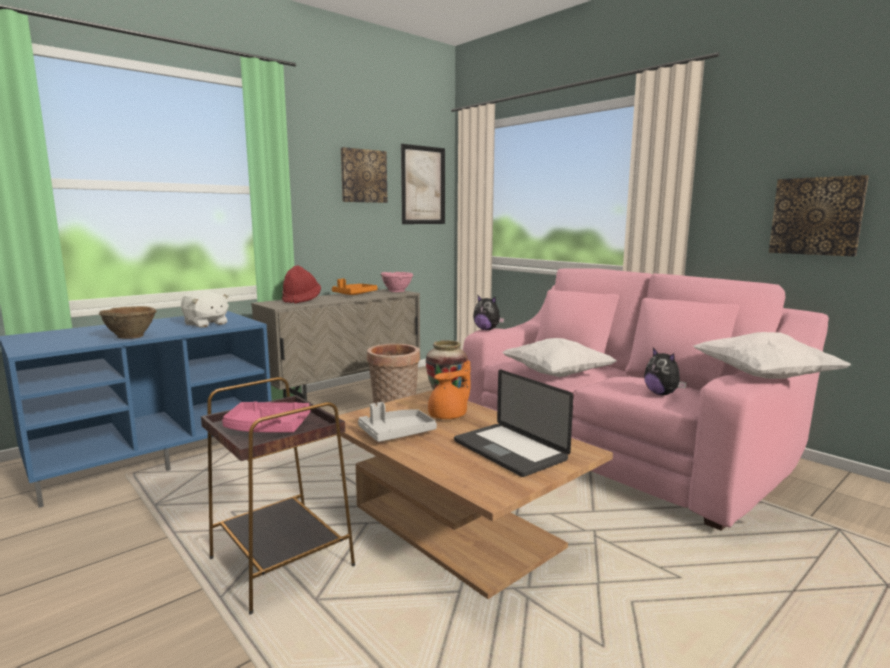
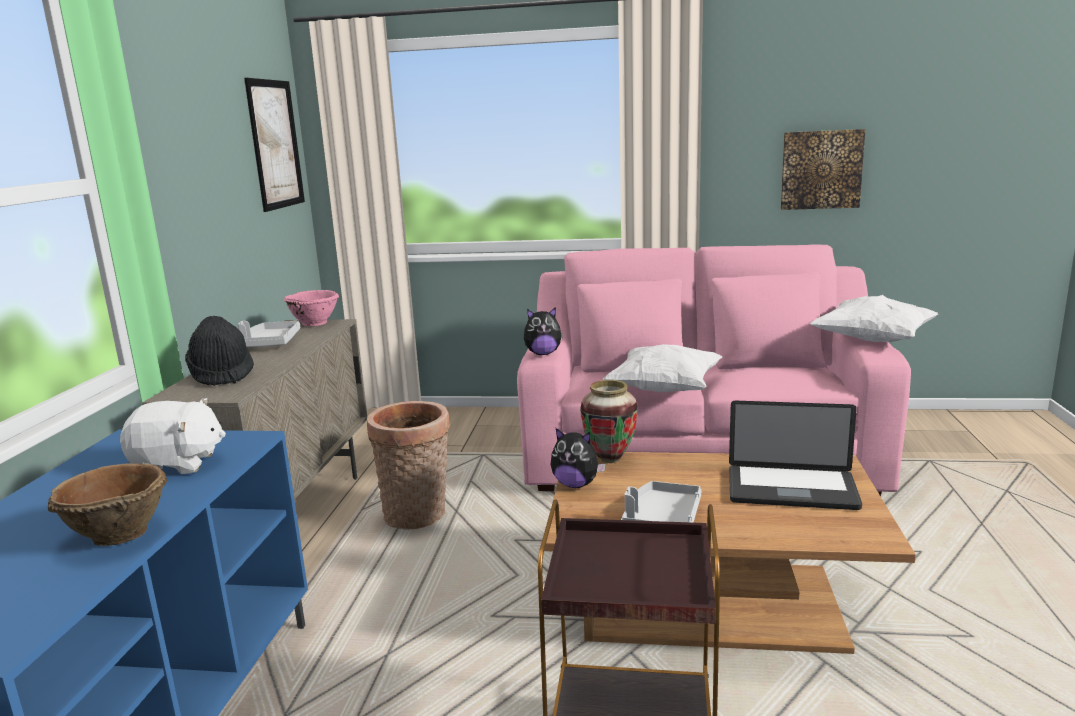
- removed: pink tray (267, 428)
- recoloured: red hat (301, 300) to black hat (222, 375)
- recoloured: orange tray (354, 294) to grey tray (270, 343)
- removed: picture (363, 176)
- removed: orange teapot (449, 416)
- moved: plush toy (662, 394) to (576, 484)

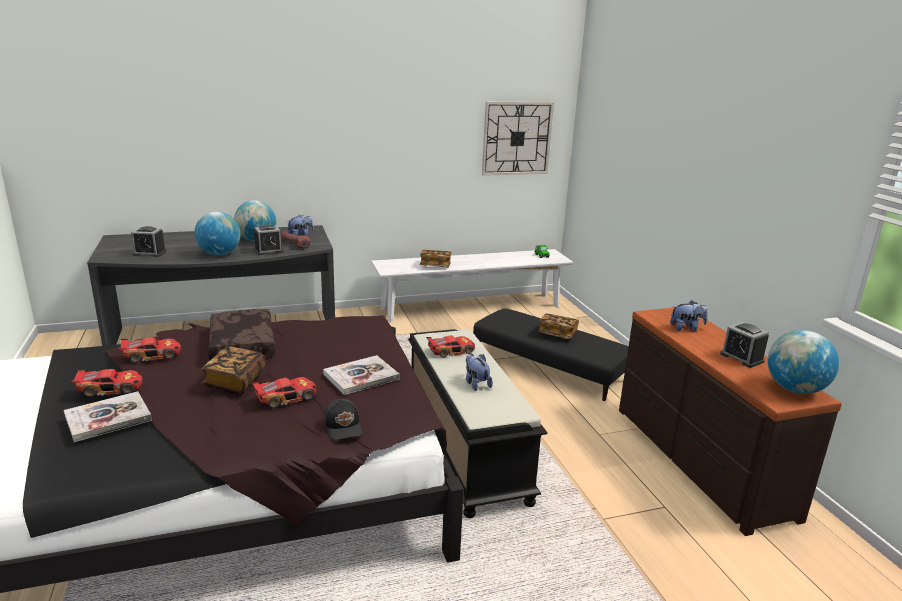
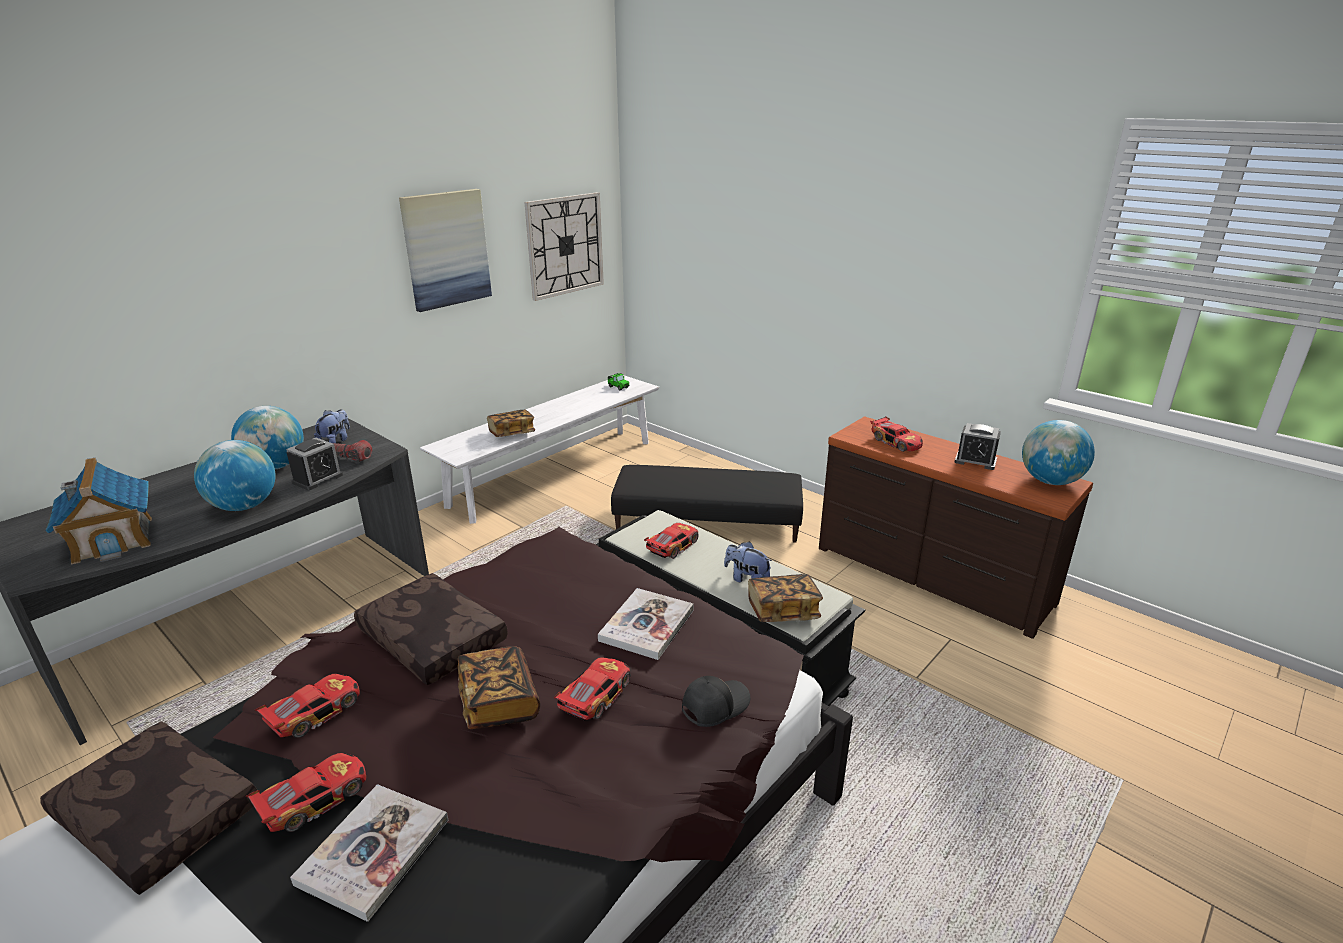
- replaced: alarm clock (149, 253) to toy house (114, 539)
- turned: black cap (344, 427) = (714, 705) 75 degrees counterclockwise
- moved: book (557, 334) to (783, 611)
- replaced: plush toy (686, 328) to toy car (896, 442)
- added: brown pillow (155, 818)
- added: picture (446, 249)

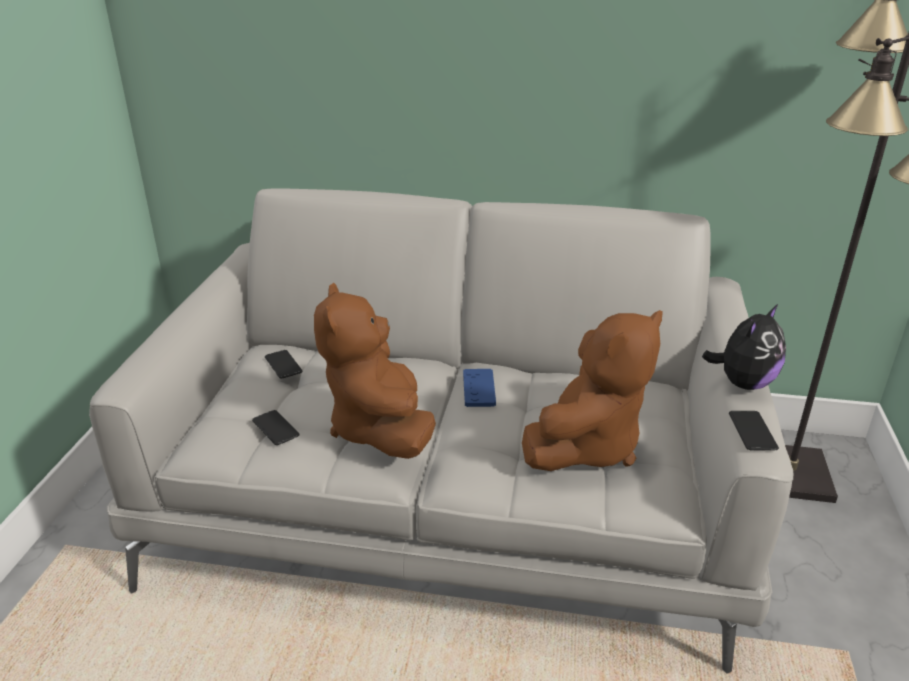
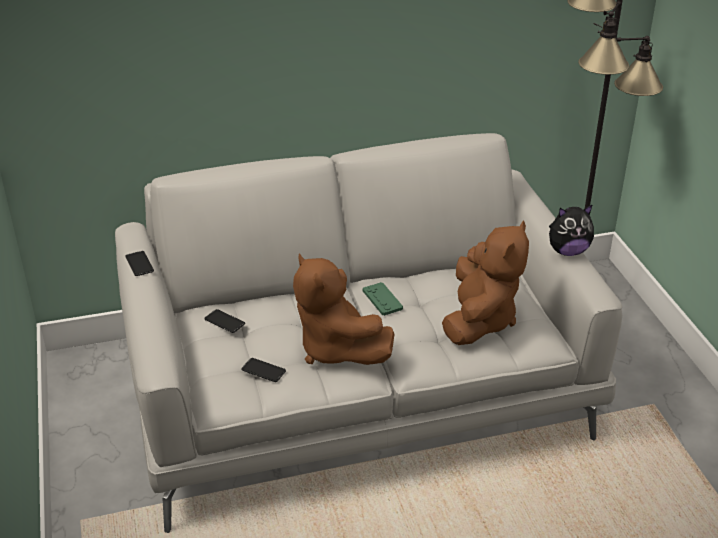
- recoloured: blue game controller (479, 389) to green game controller (382, 299)
- turned: plush toy (743, 383) = (567, 251) 60 degrees clockwise
- moved: phone (752, 431) to (139, 264)

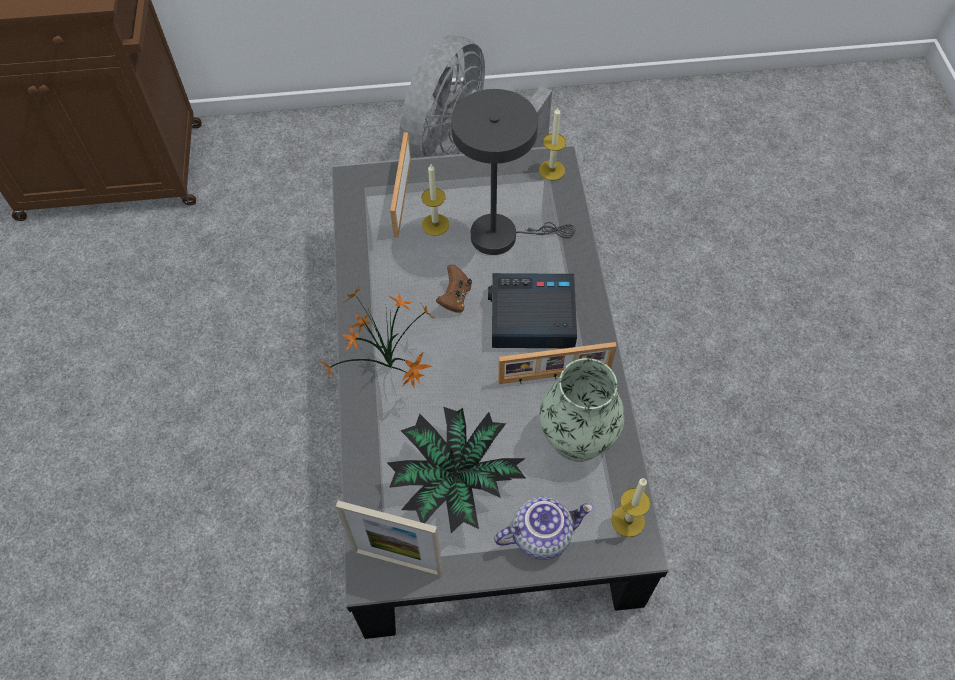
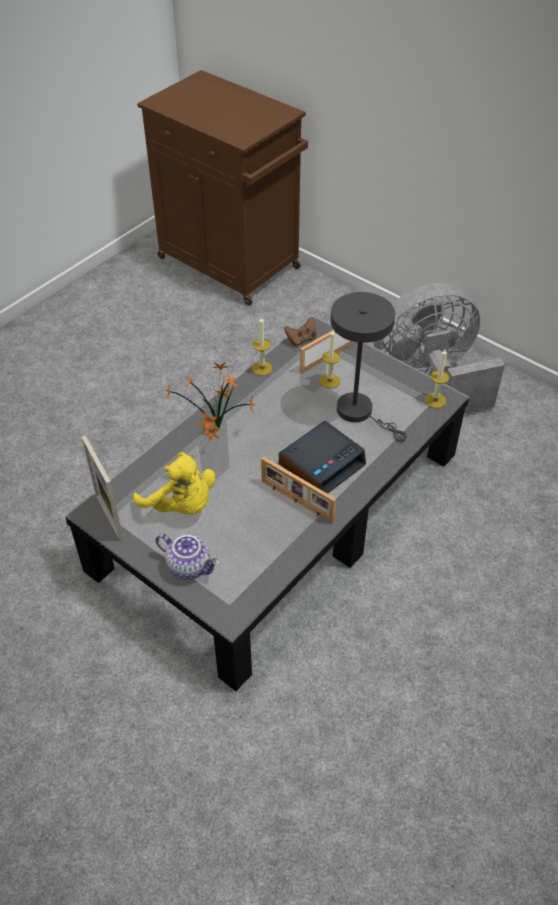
- replaced: potted plant (455, 480) to yellow plush toy (181, 506)
- moved: brown game controller (455, 298) to (301, 339)
- turned: alarm clock (531, 317) = (322, 464) 90 degrees clockwise
- removed: vase (577, 436)
- moved: candle (628, 521) to (262, 368)

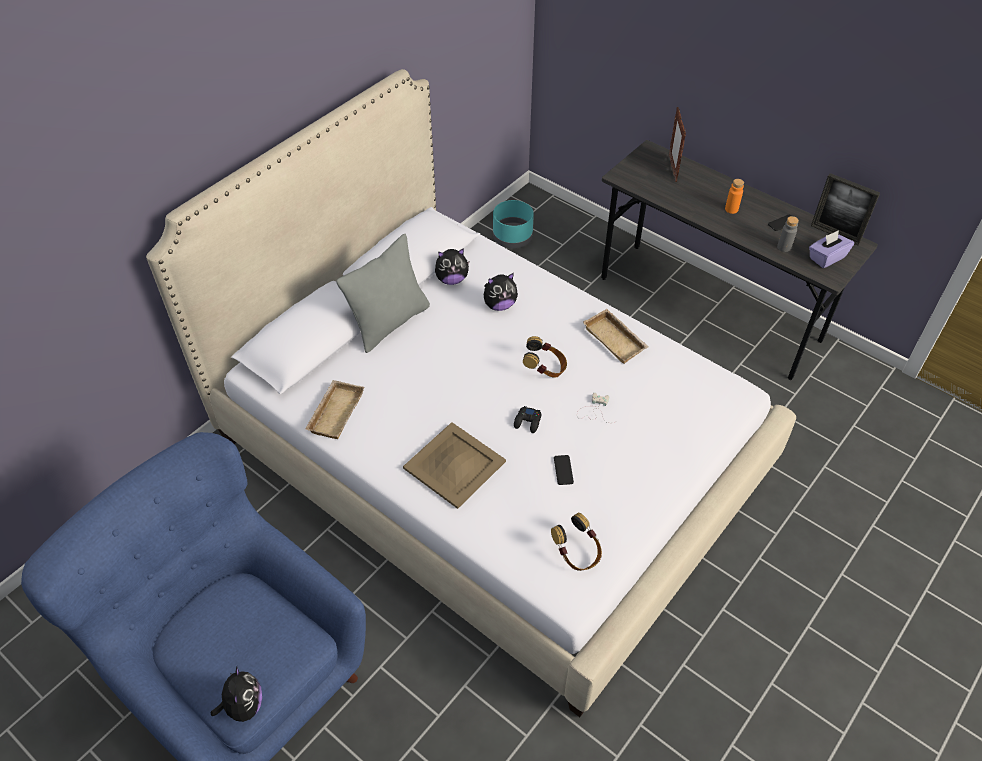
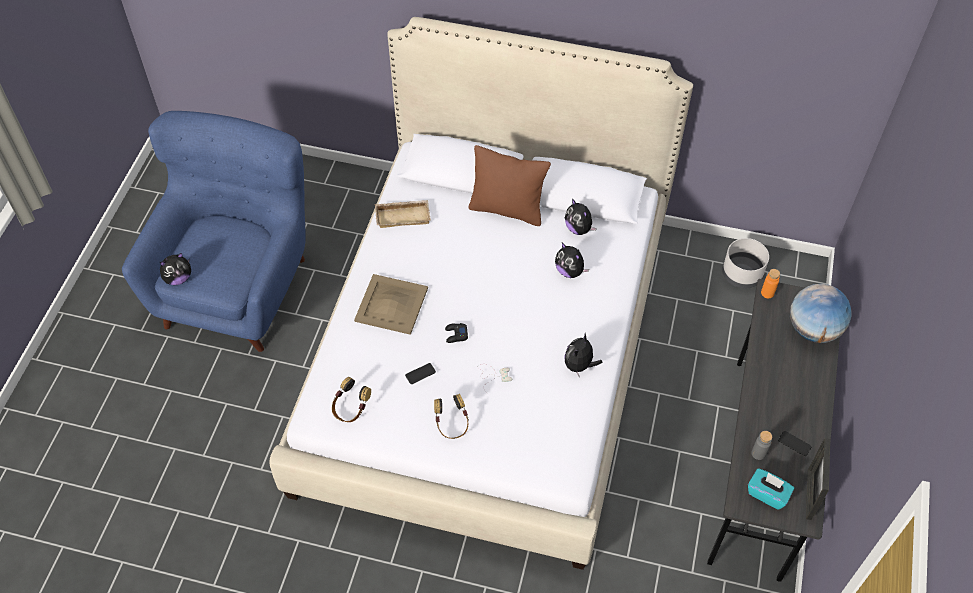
- recoloured: grey pillow (389, 323) to brown pillow (507, 209)
- recoloured: turquoise planter (512, 237) to grey planter (742, 274)
- moved: headphones (545, 369) to (452, 425)
- replaced: beige tray (616, 339) to plush toy (579, 365)
- replaced: picture frame (672, 168) to globe (813, 329)
- moved: orange bottle (731, 209) to (767, 293)
- recoloured: purple tissue box (826, 257) to turquoise tissue box (767, 494)

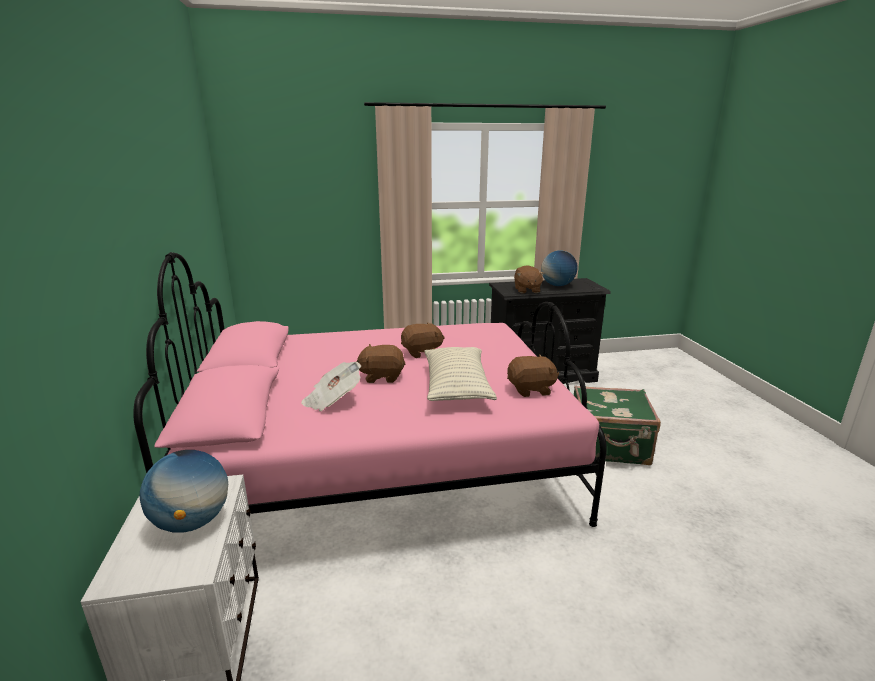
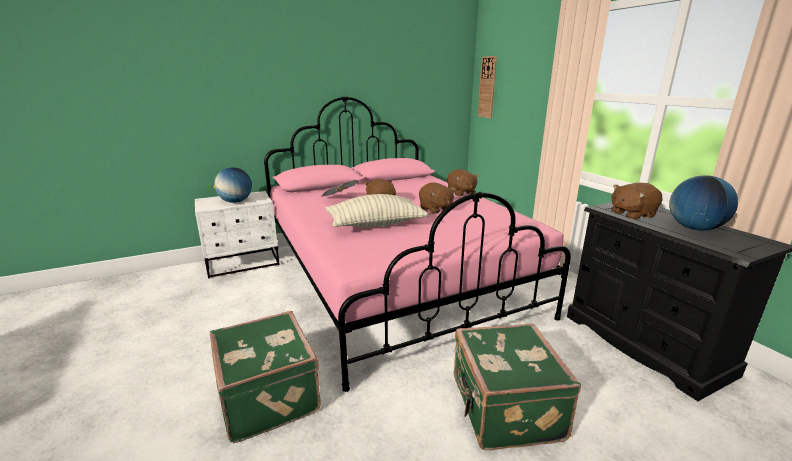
- moved: brown plush toy (531, 390) to (461, 193)
- added: green suitcase (270, 395)
- added: wall clock (487, 87)

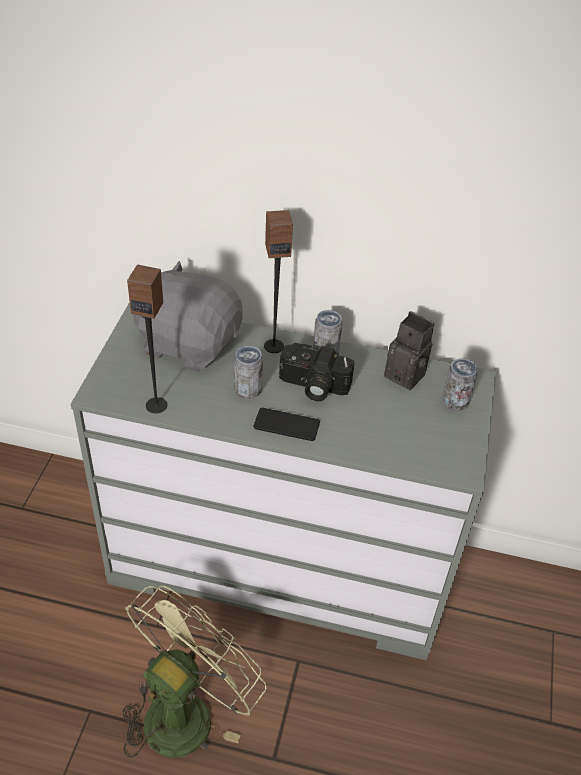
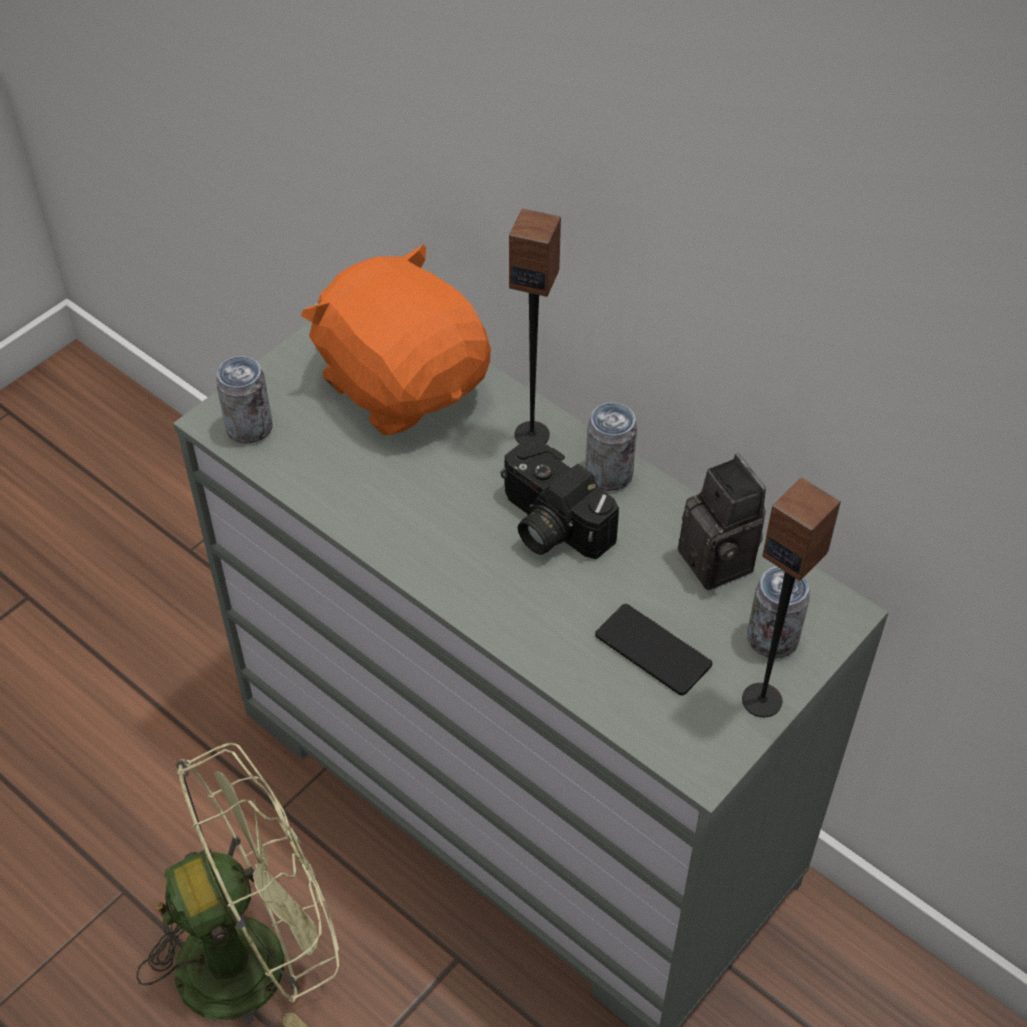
- moved: speaker (156, 405) to (762, 699)
- recoloured: grey plush toy (189, 343) to orange plush toy (403, 384)
- moved: can (248, 389) to (249, 428)
- moved: phone (286, 425) to (653, 650)

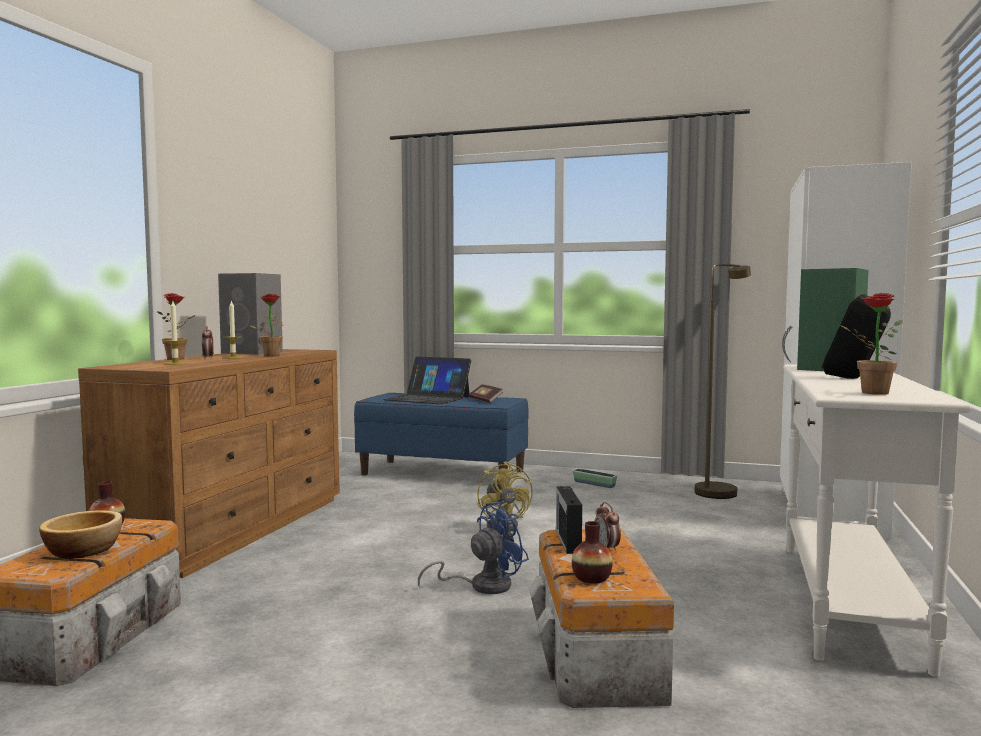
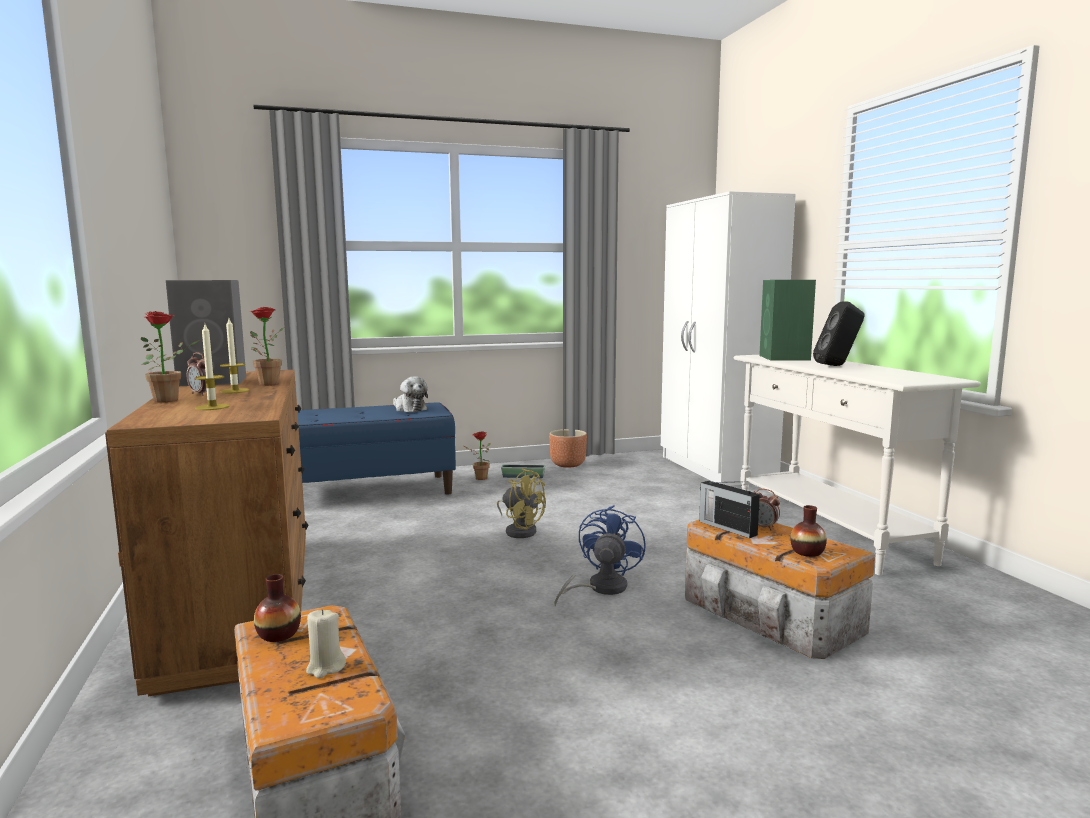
- replaced: bowl (83, 550) to beige candle (325, 667)
- removed: laptop (427, 398)
- replaced: book (485, 400) to plush toy (409, 409)
- removed: brown floor lamp (719, 491)
- moved: potted plant (868, 392) to (478, 478)
- added: brown planter (567, 464)

